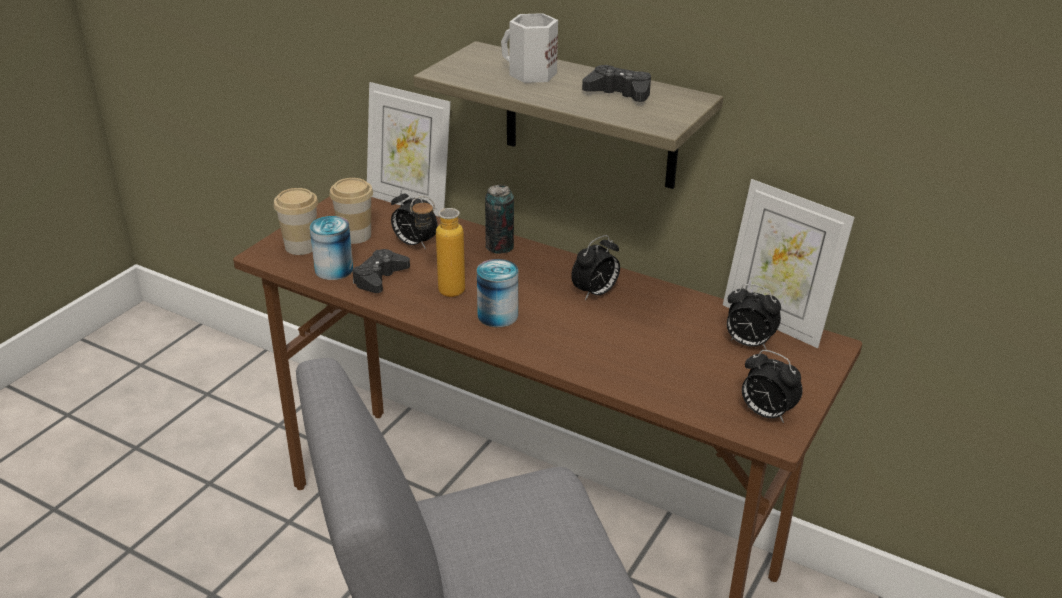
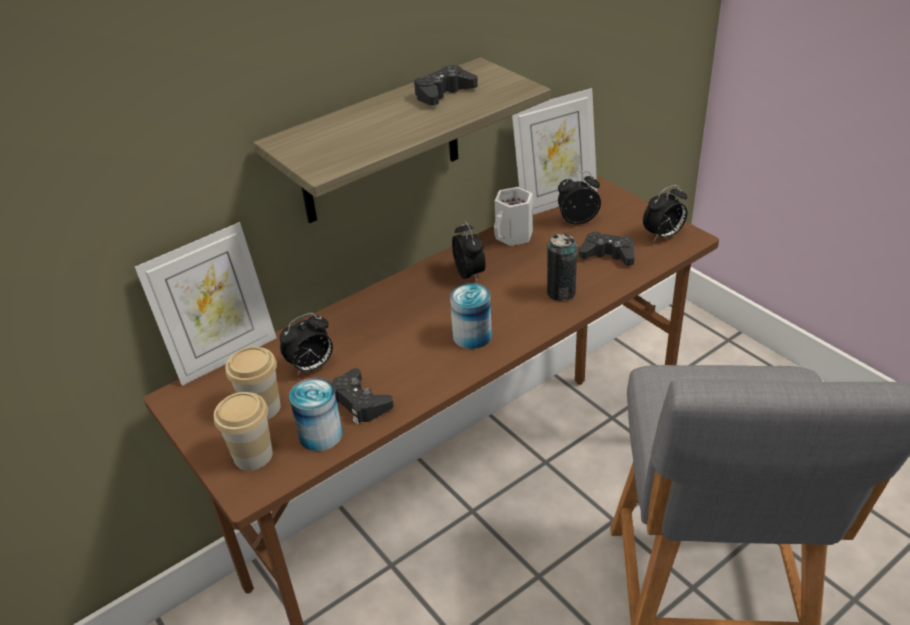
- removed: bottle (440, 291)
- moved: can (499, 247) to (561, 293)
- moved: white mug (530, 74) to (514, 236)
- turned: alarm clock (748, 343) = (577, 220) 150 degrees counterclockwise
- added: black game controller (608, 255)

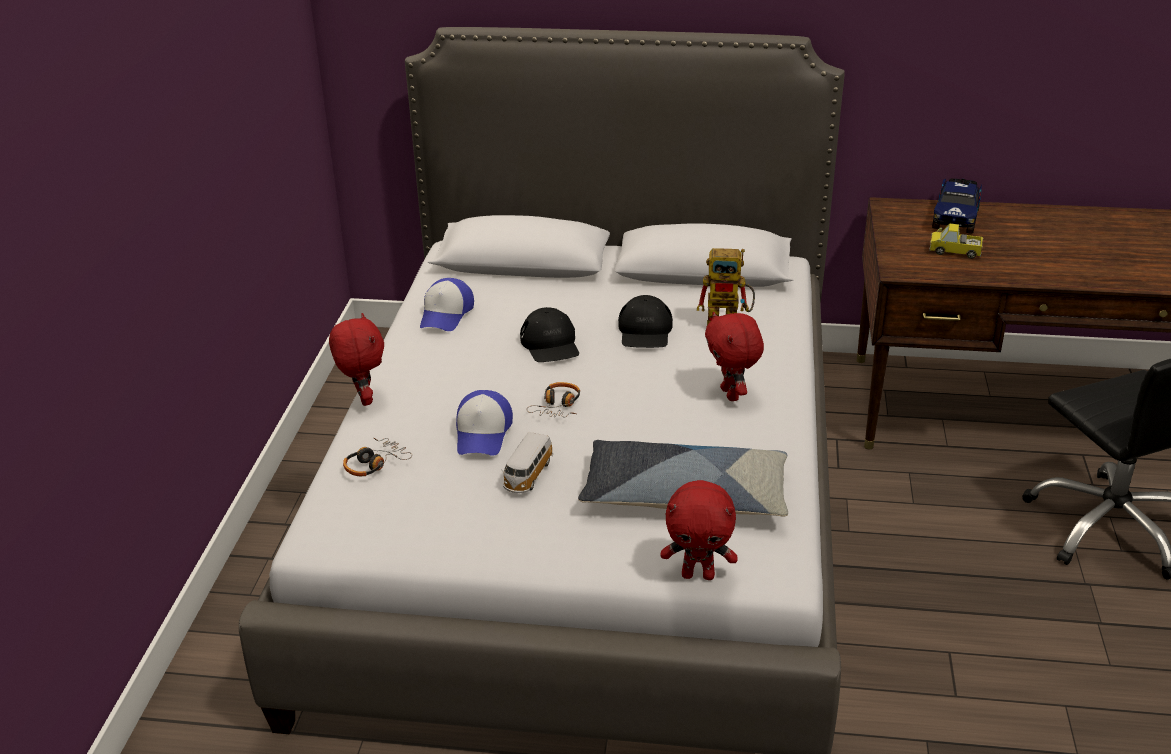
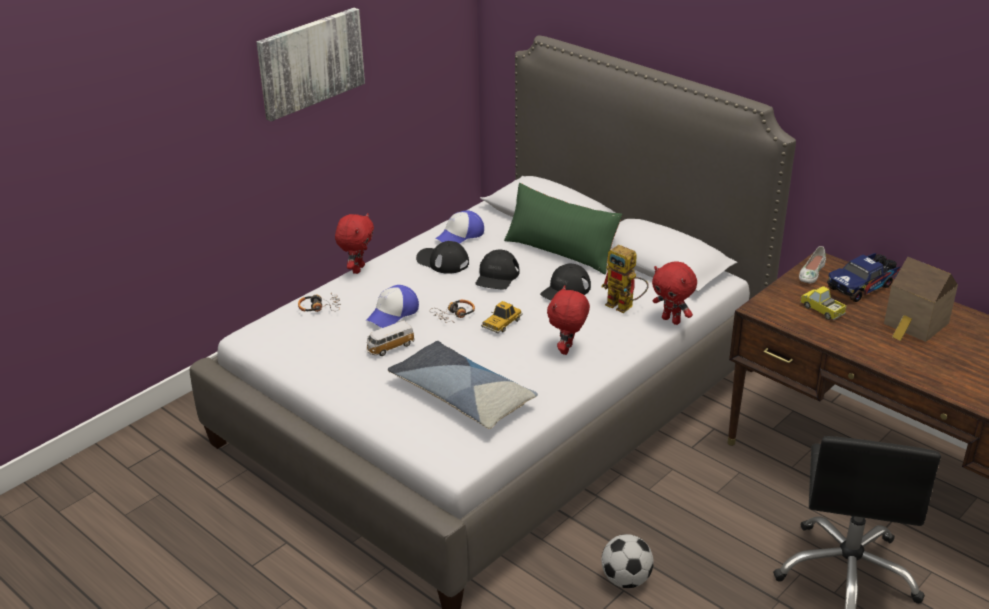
- moved: red plush toy (698, 575) to (672, 320)
- added: picture (310, 62)
- added: black cap (442, 261)
- added: toy car (502, 323)
- added: green pillow (561, 251)
- added: football (626, 580)
- added: white shoe (811, 273)
- added: toy house (915, 325)

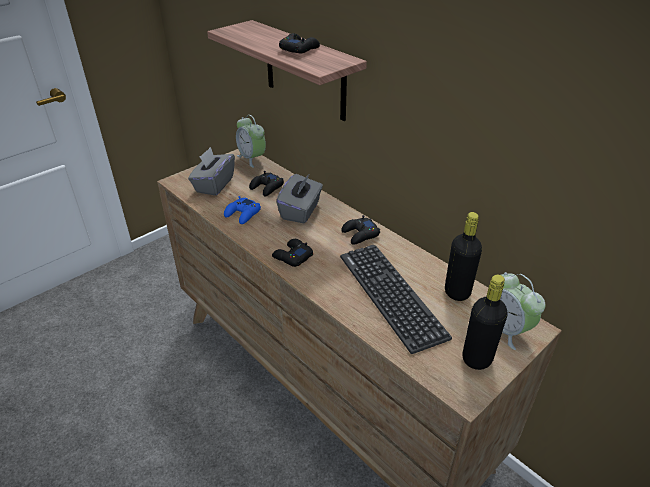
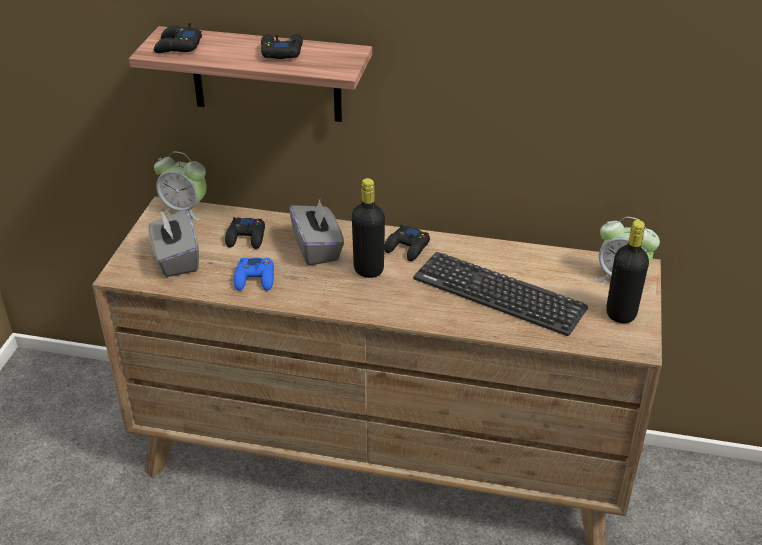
- moved: black game controller (292, 256) to (178, 46)
- moved: black bottle (457, 292) to (368, 269)

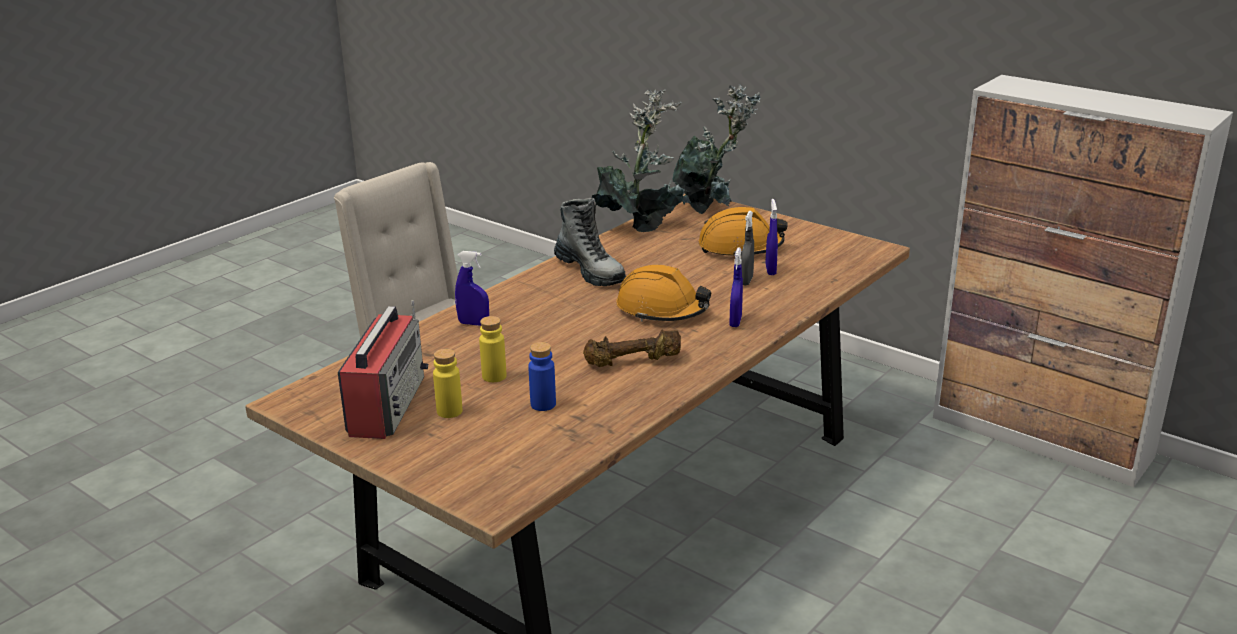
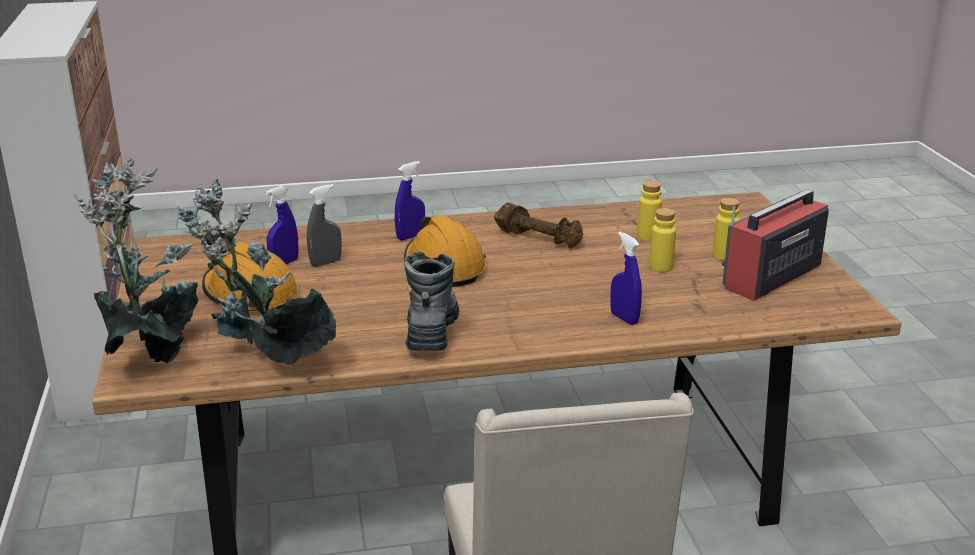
- recoloured: blue bottle (543, 404) to yellow bottle (648, 236)

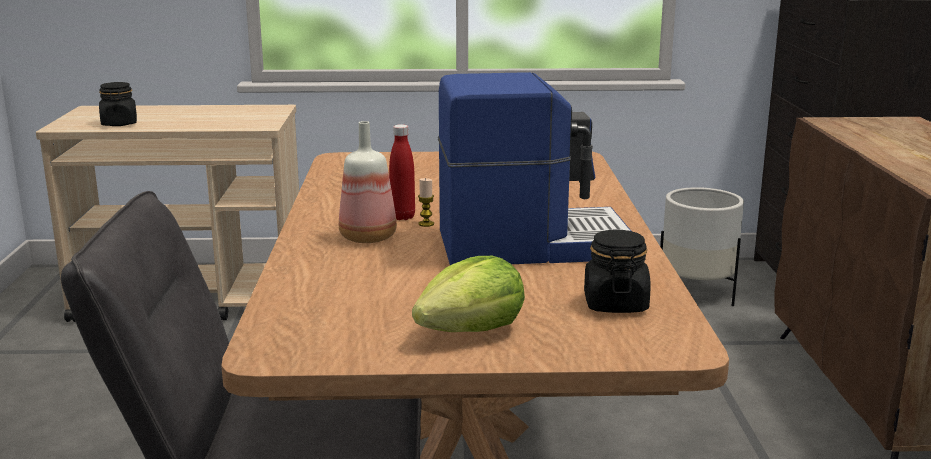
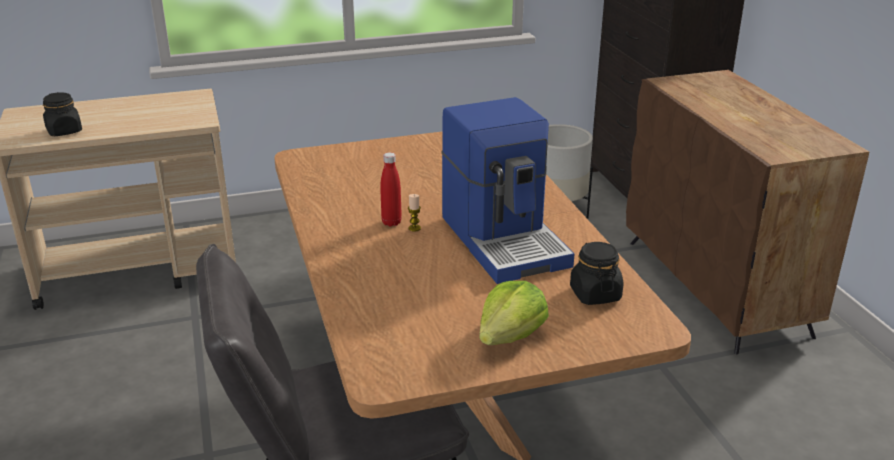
- removed: bottle (367, 237)
- turned: coffee machine (531, 244) = (505, 240) 90 degrees clockwise

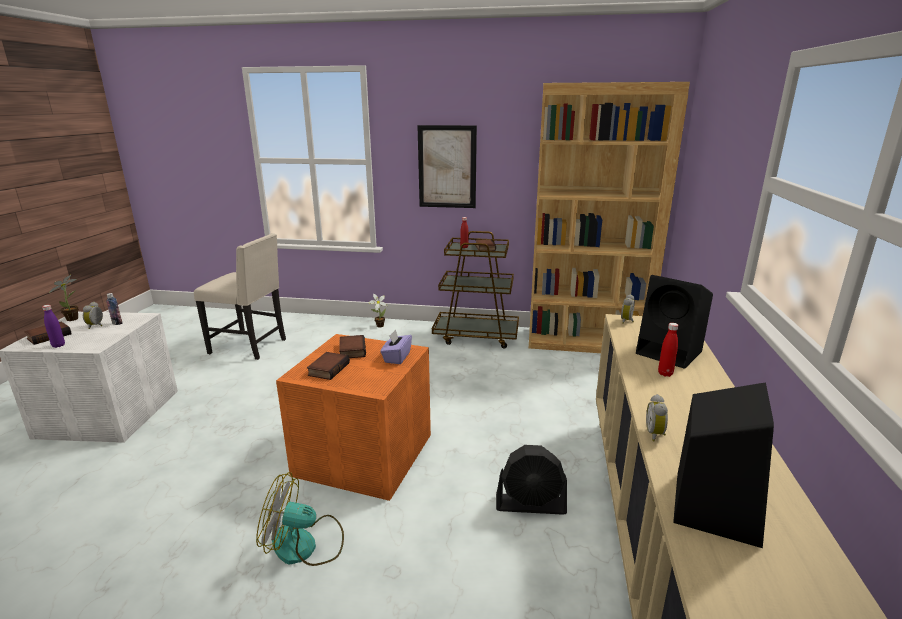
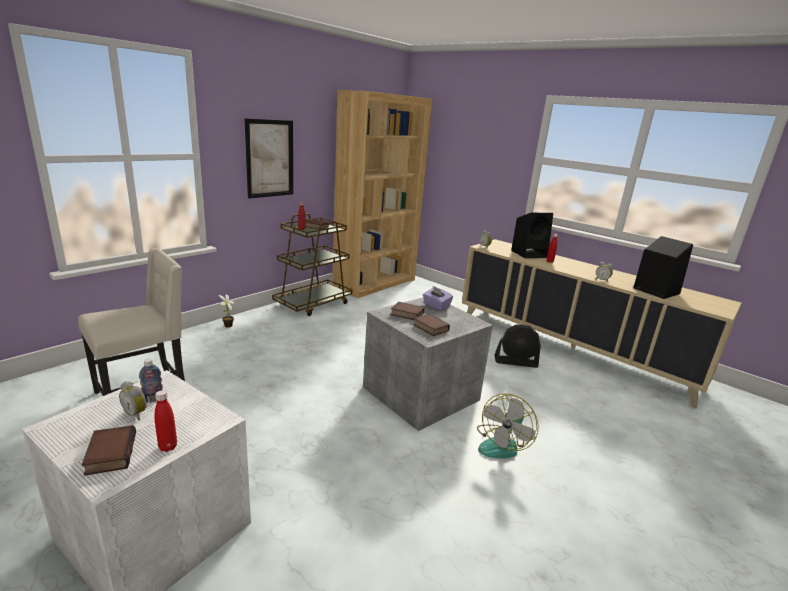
- recoloured: purple bottle (58, 345) to red bottle (168, 447)
- removed: potted plant (74, 318)
- recoloured: orange storage box (363, 453) to grey storage box (419, 393)
- turned: black fan (531, 505) = (516, 362) 60 degrees clockwise

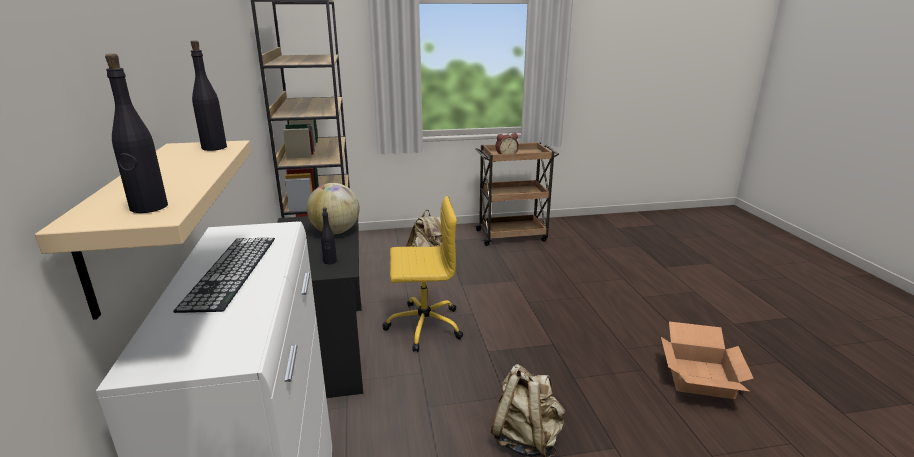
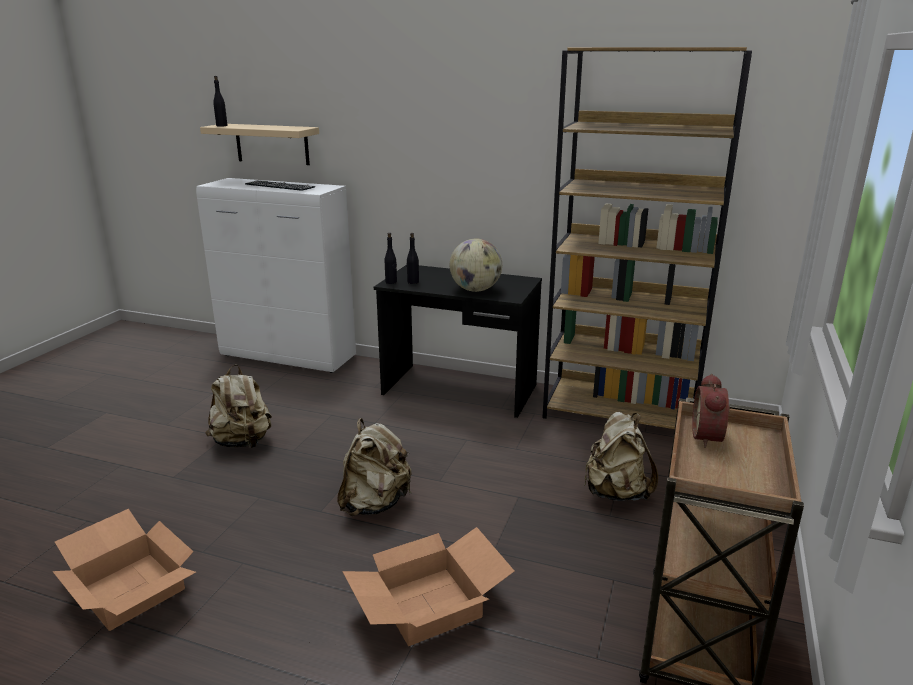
- moved: black bottle (214, 148) to (391, 282)
- removed: yellow office chair (423, 326)
- added: beige backpack (375, 504)
- added: cardboard box (428, 607)

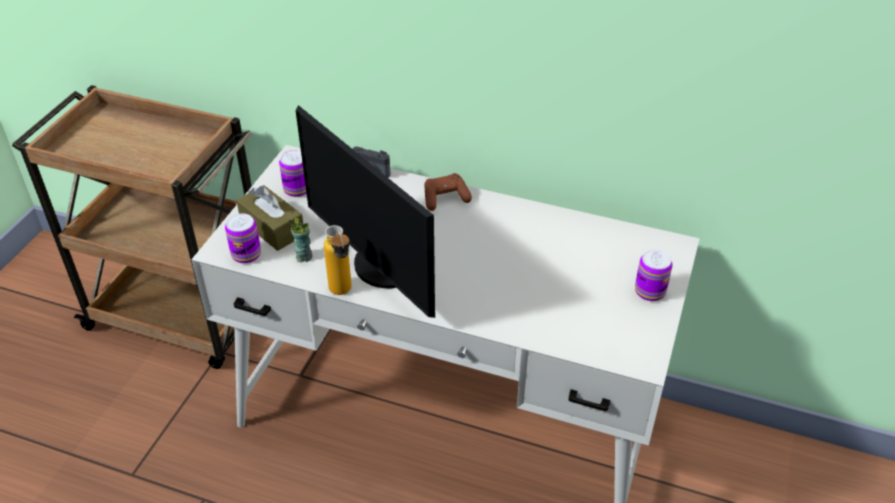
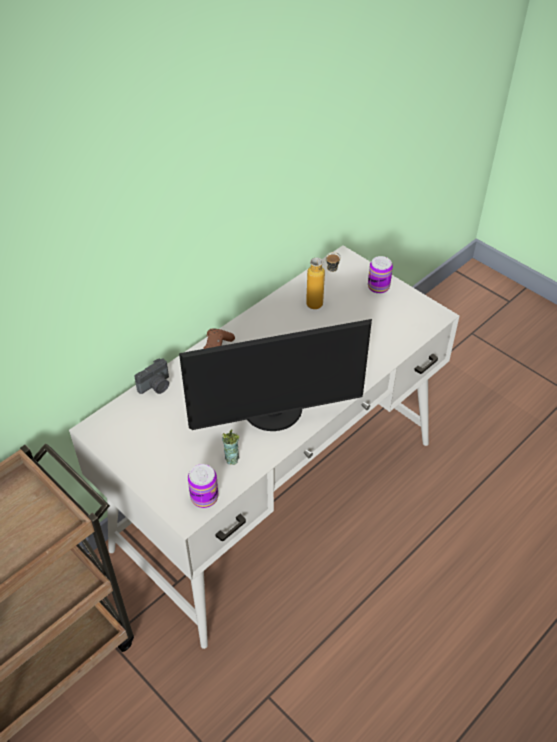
- removed: brown tissue box (272, 228)
- removed: can (297, 189)
- moved: bottle (343, 294) to (321, 304)

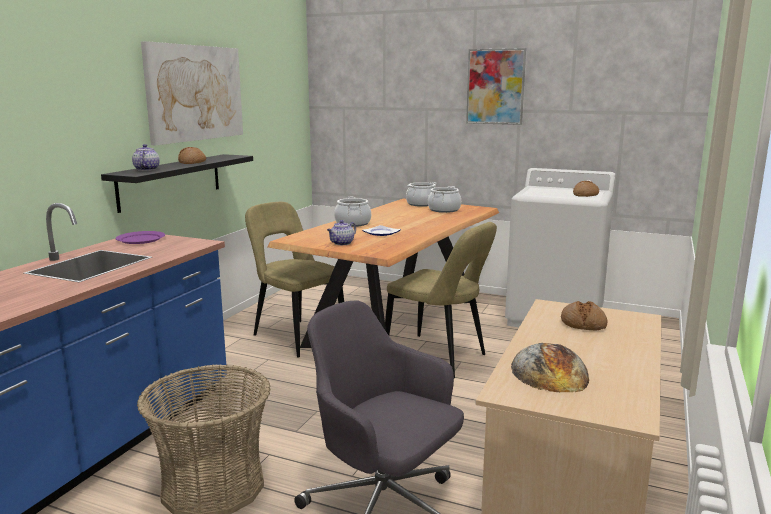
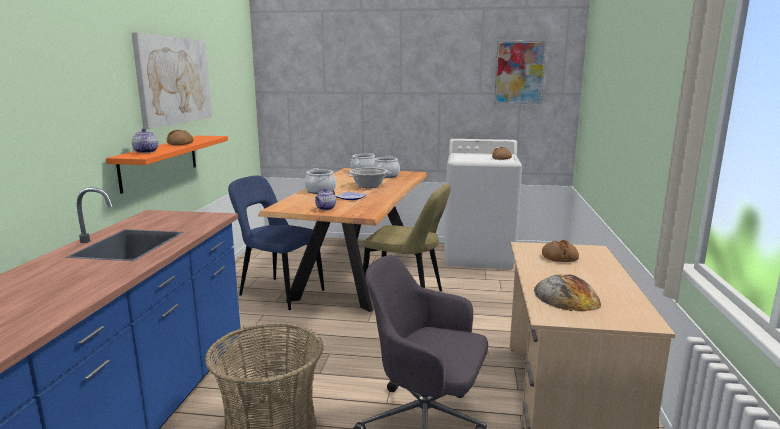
- recoloured: black shelf (171, 181) to orange shelf (160, 162)
- removed: purple plate (141, 239)
- recoloured: beige chair (296, 337) to blue chair (278, 292)
- moved: picture (495, 86) to (519, 72)
- added: cooking pot (368, 186)

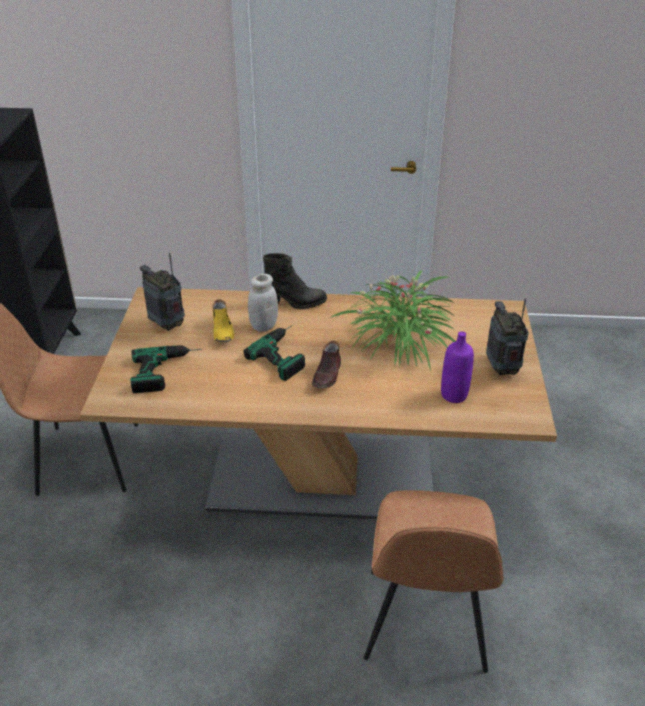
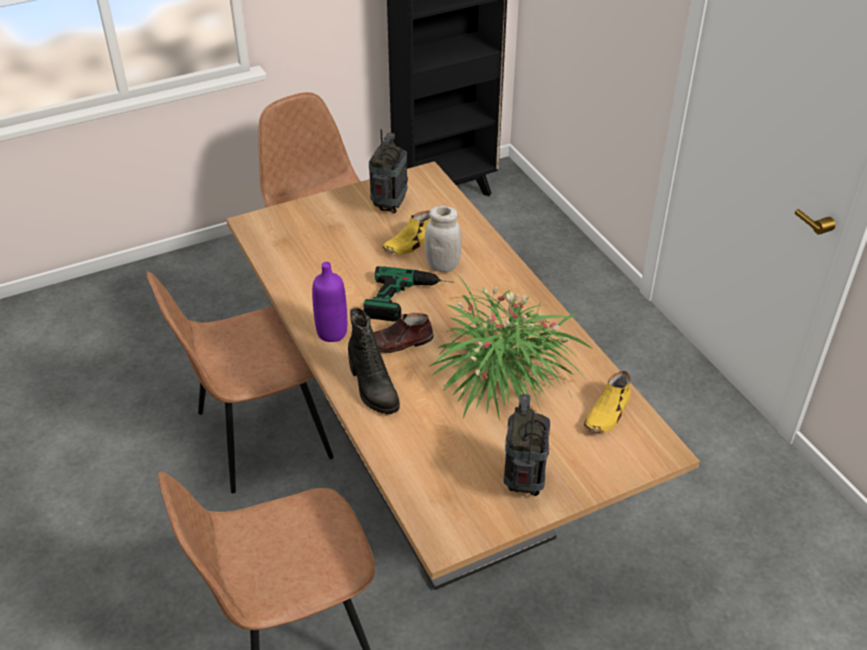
- removed: power drill (167, 371)
- moved: black boot (295, 303) to (372, 389)
- moved: purple bottle (454, 395) to (332, 332)
- turned: radio (502, 369) = (524, 482) 45 degrees counterclockwise
- added: brown chair (260, 436)
- added: yellow shoe (608, 413)

